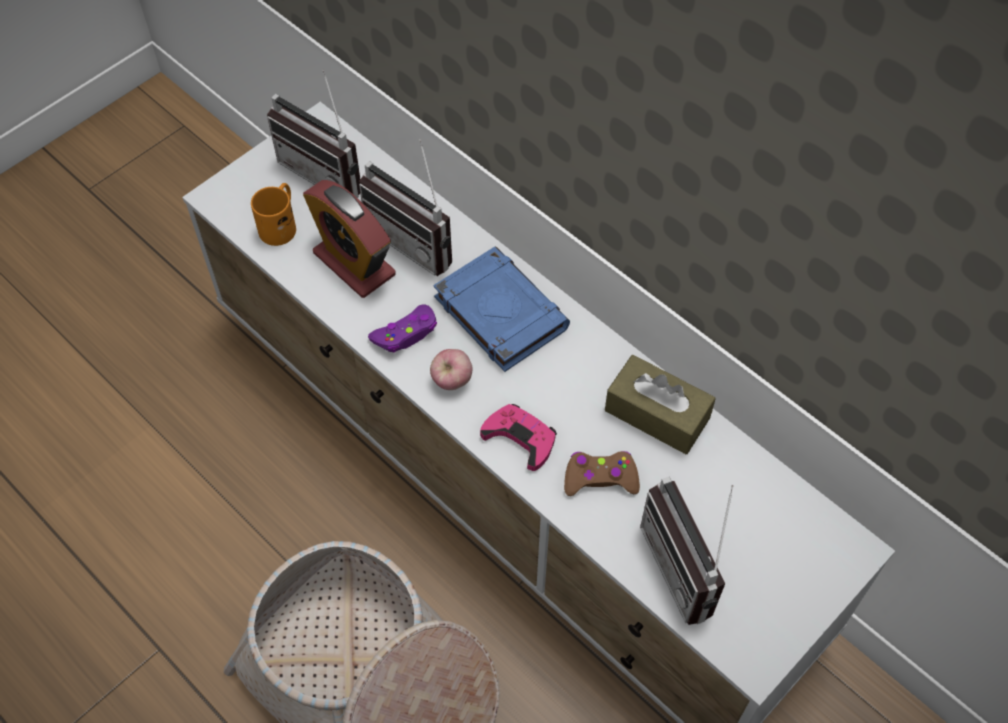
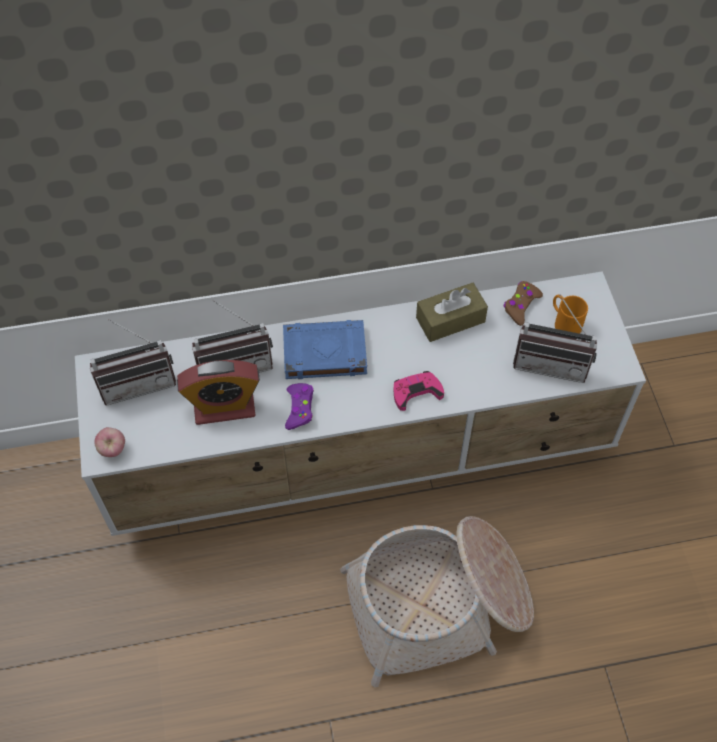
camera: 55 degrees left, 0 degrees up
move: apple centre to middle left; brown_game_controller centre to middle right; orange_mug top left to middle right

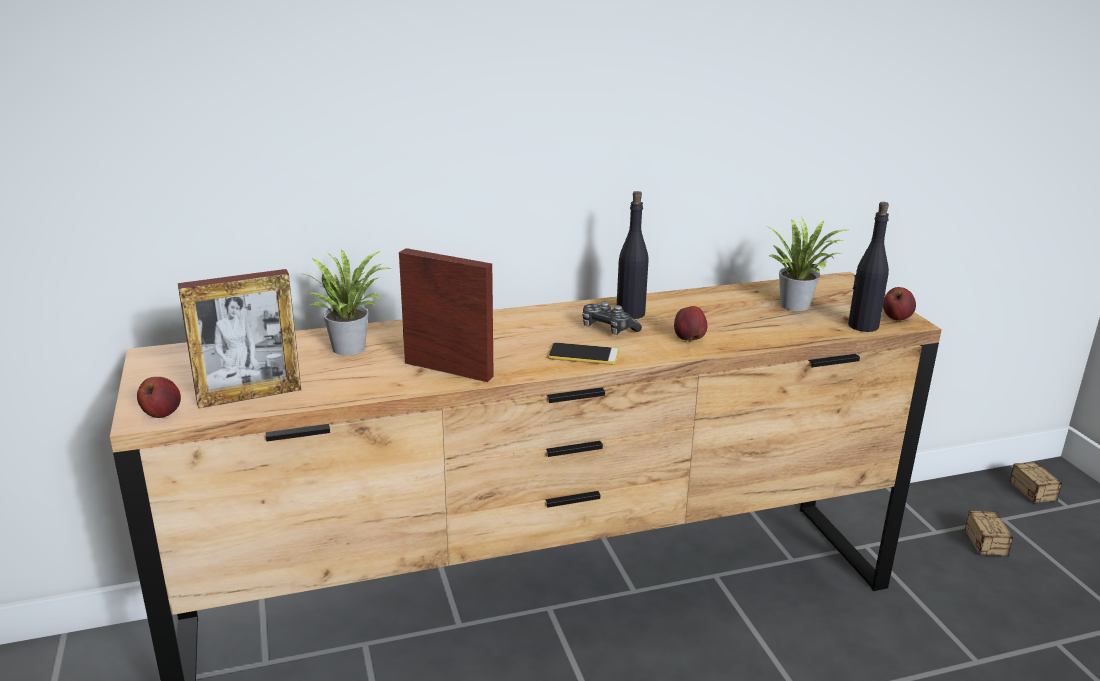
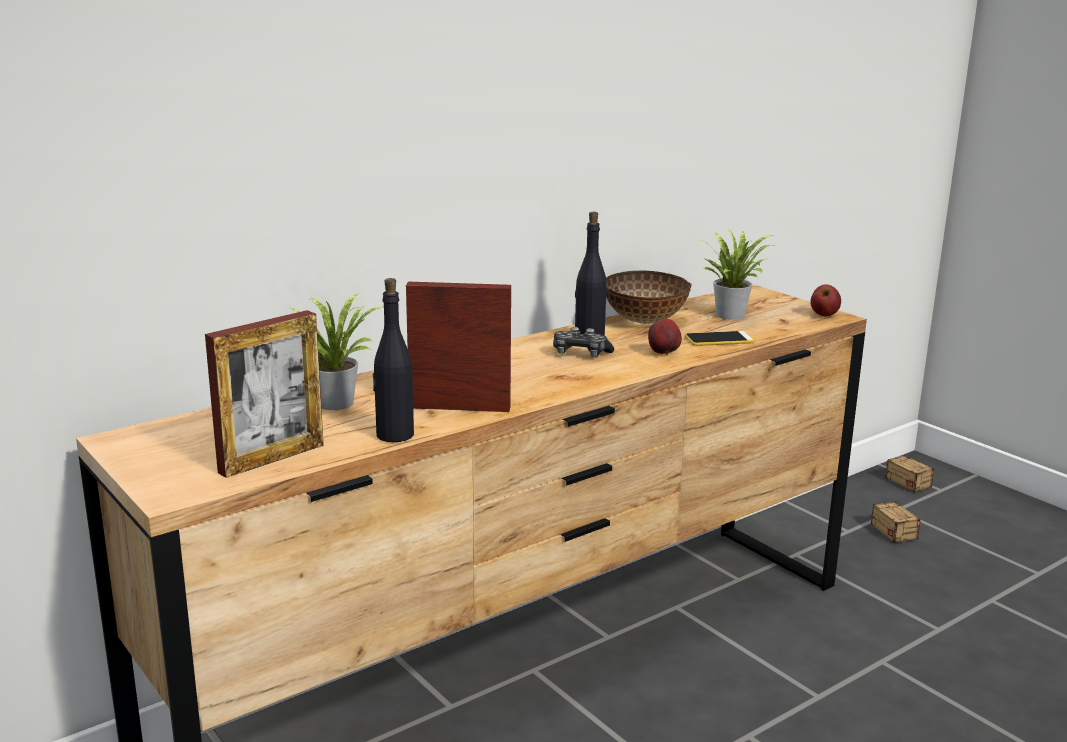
camera: 20 degrees left, 5 degrees down
delete: apple (1st from left) middle left
insert: bowl centre
move: black_bottle (2nd from left in the first image) middle right to black_bottle (1st from left) centre; phone centre to middle right

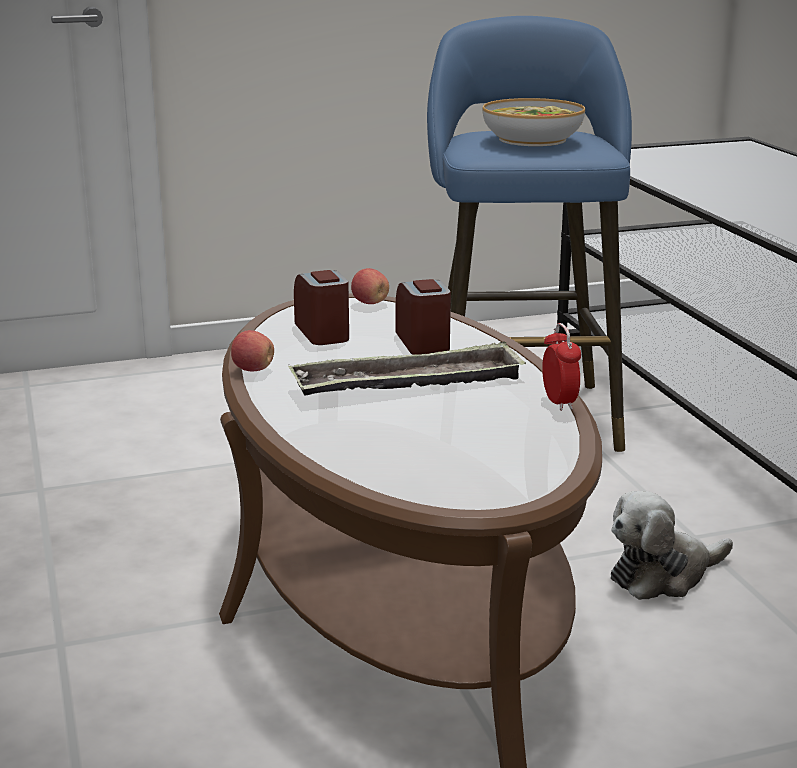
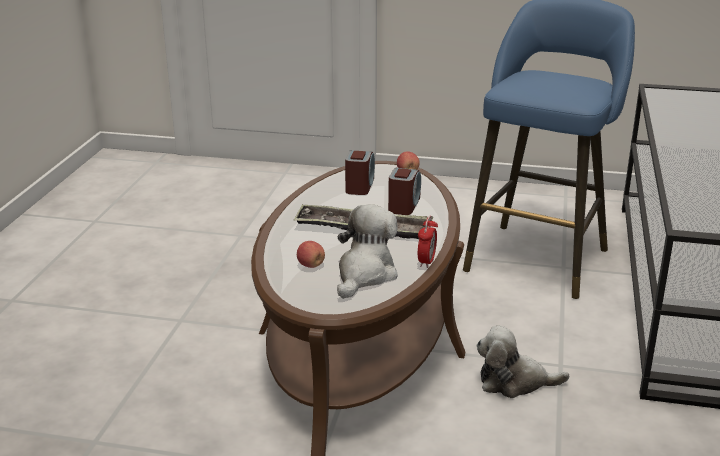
camera: 30 degrees right, 5 degrees up
delete: bowl top right
insert: plush_toy (1st from left) centre
move: apple (1st from left) middle left to centre

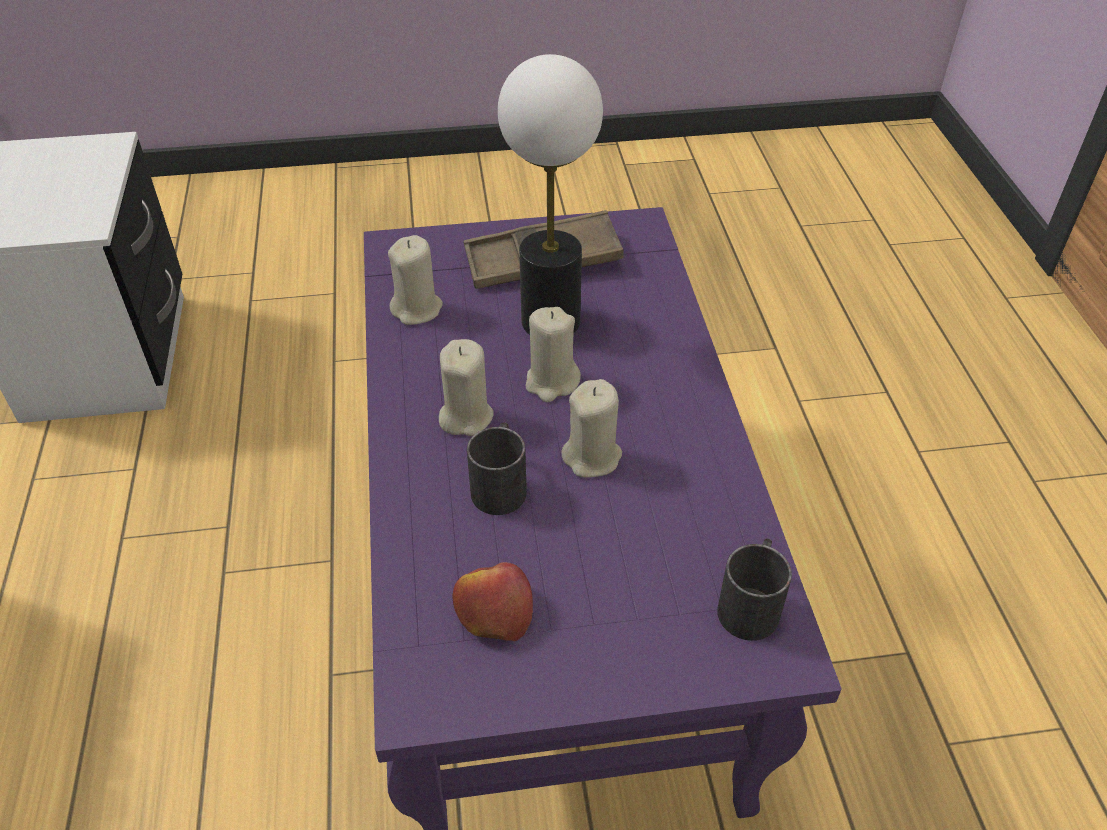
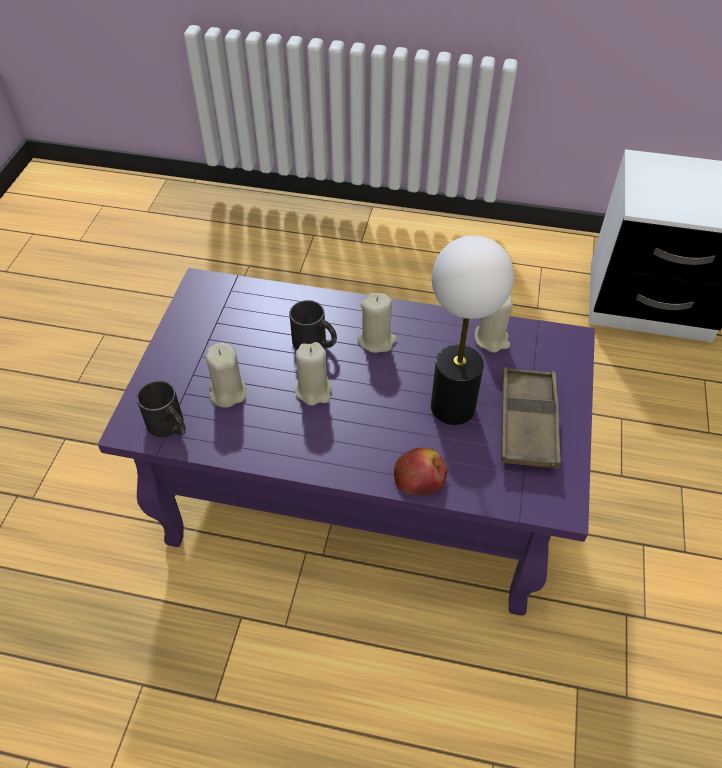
camera: 110 degrees right, 5 degrees up
move: beige_candle (3rd from left in the first image) centre to beige_candle (1st from left) middle left; apple bottom centre to centre

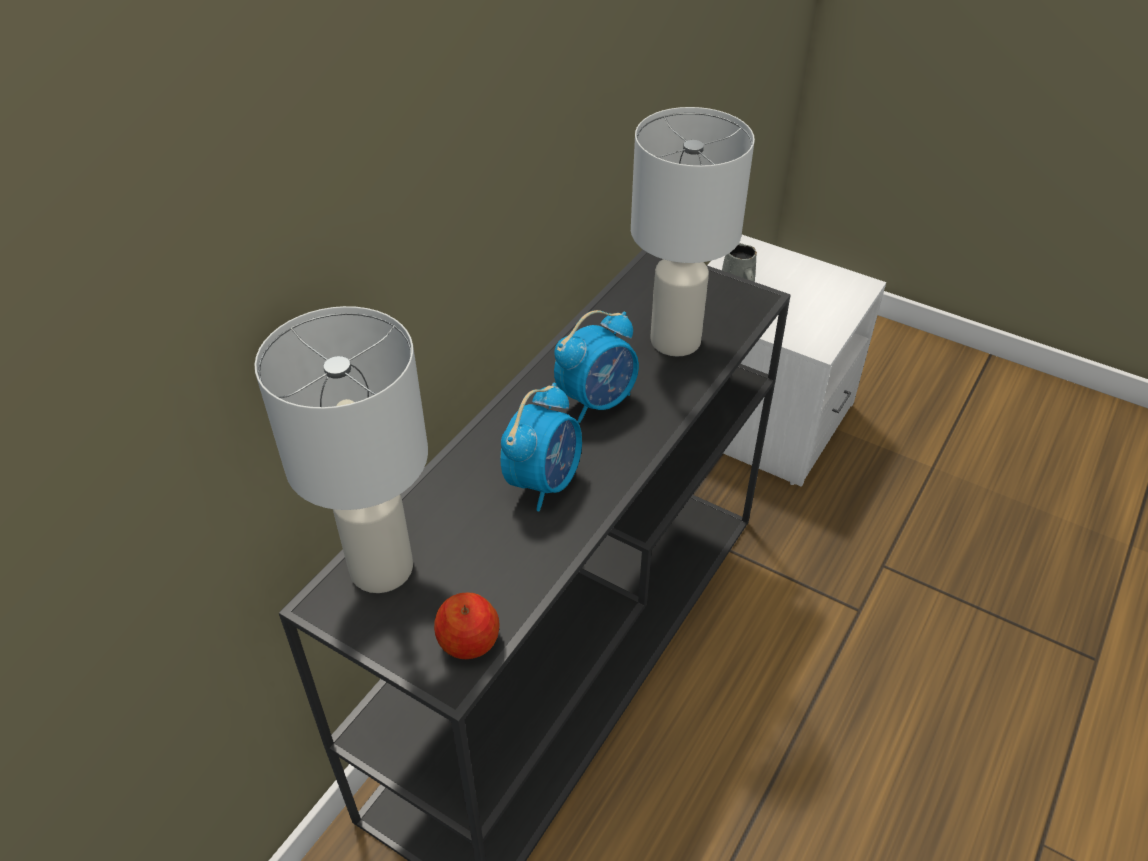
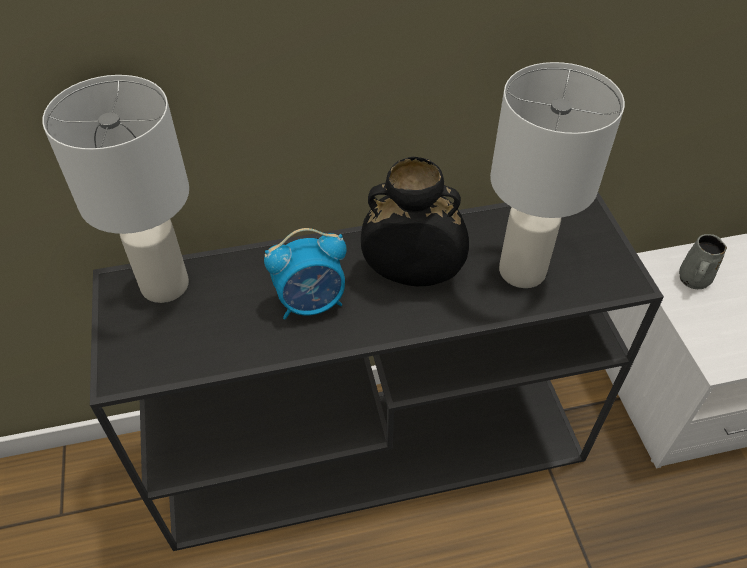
camera: 45 degrees right, 5 degrees up
delete: apple bottom centre
replace: alarm_clock (2nd from left) centre to black_vase centre

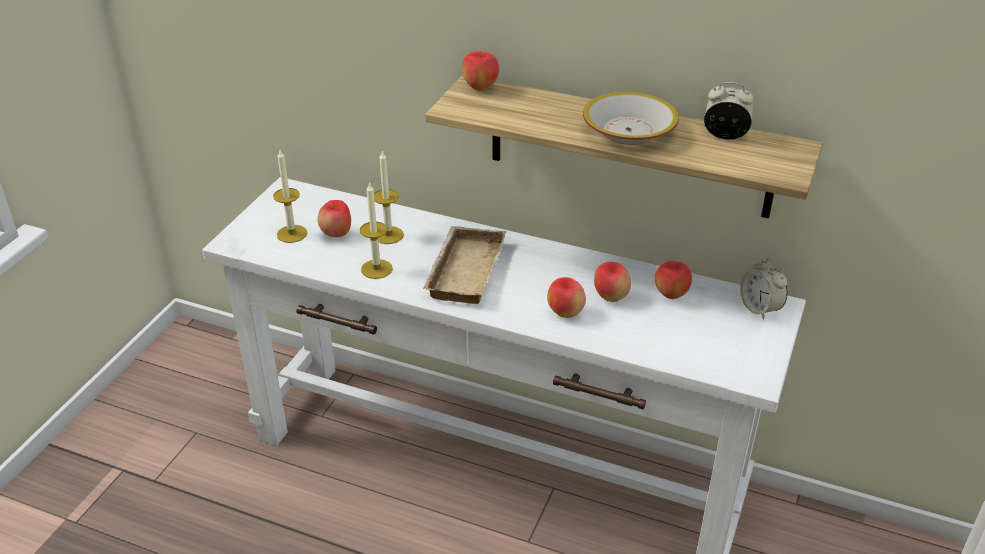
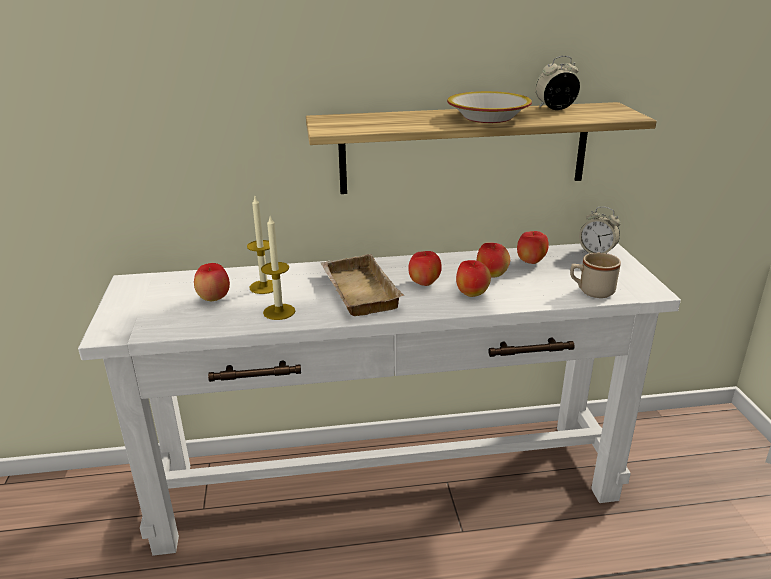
camera: 30 degrees left, 10 degrees down
delete: candle (1st from left) middle left
insert: beige_mug middle right
move: apple (2nd from left) top centre to centre

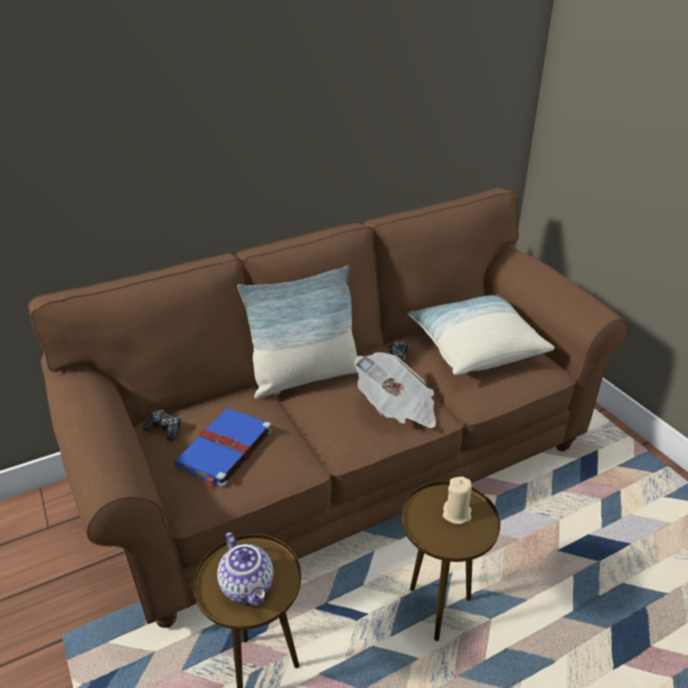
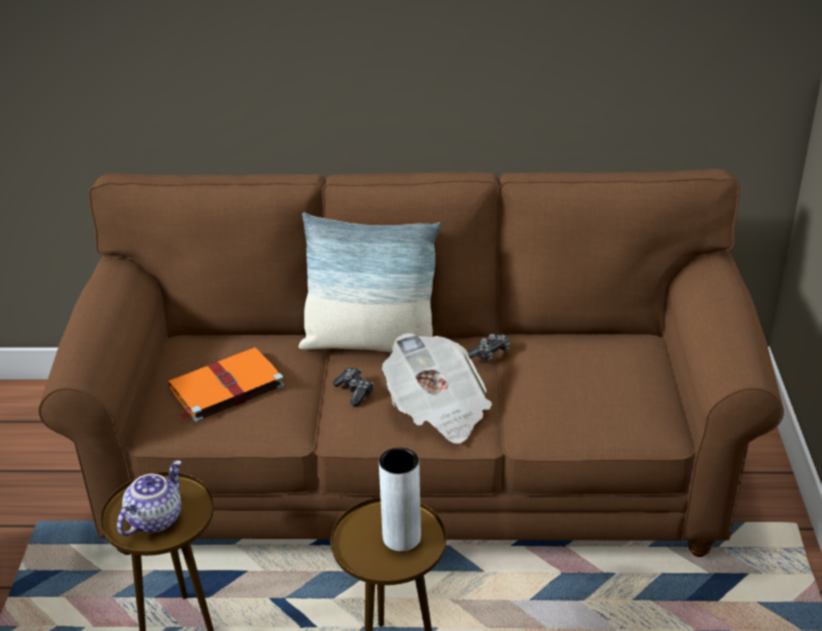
camera: 30 degrees right, 0 degrees up
delete: pillow (2nd from left) middle right
move: game_controller (1st from left) middle left to centre
replace: beige_candle bottom centre to grey_vase bottom centre
recolor: blue_book middle left to orange_book middle left
rotate: teapot bottom centre = bottom left 150 degrees counterclockwise

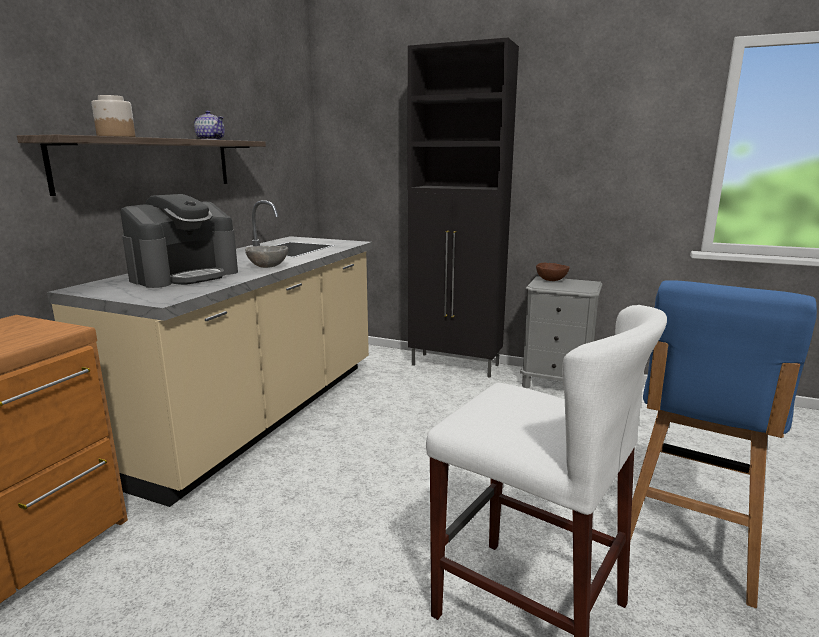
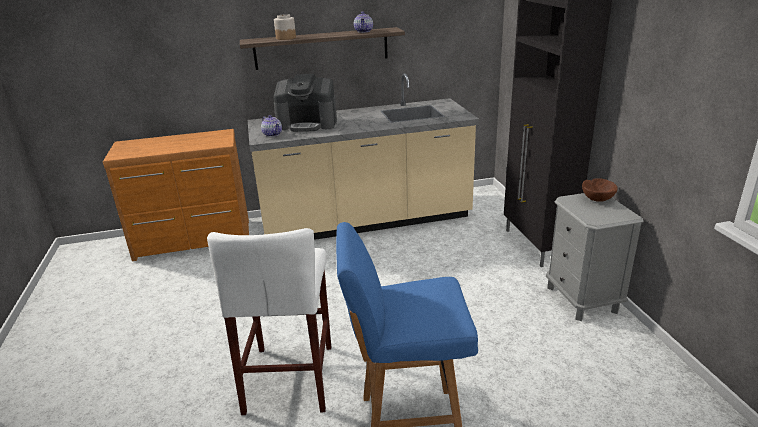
camera: 55 degrees right, 10 degrees up
delete: grey_bowl middle left
insert: teapot (1st from left) top centre

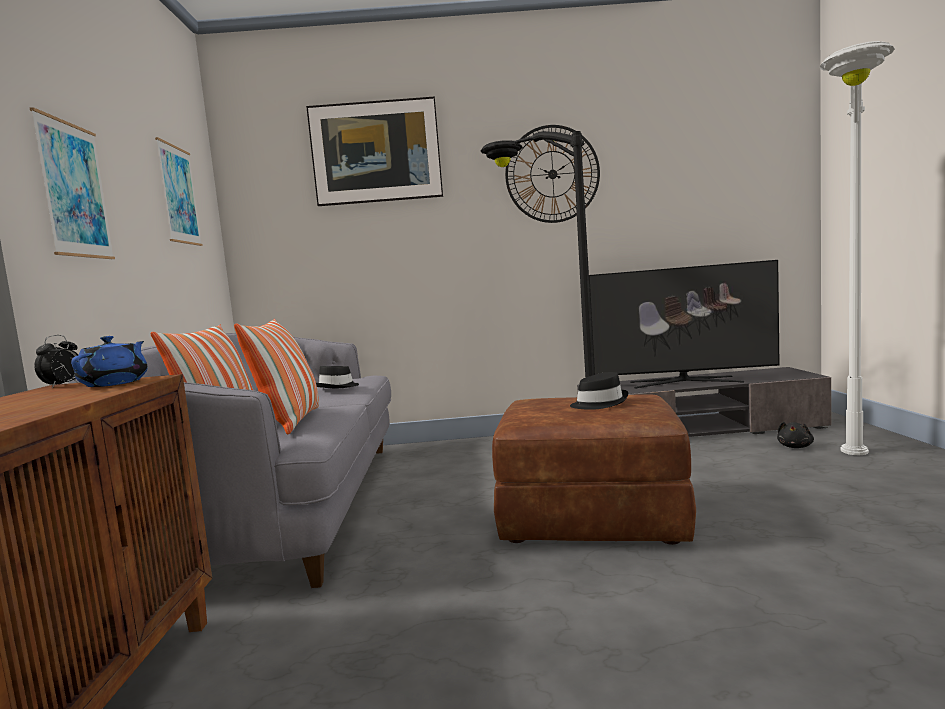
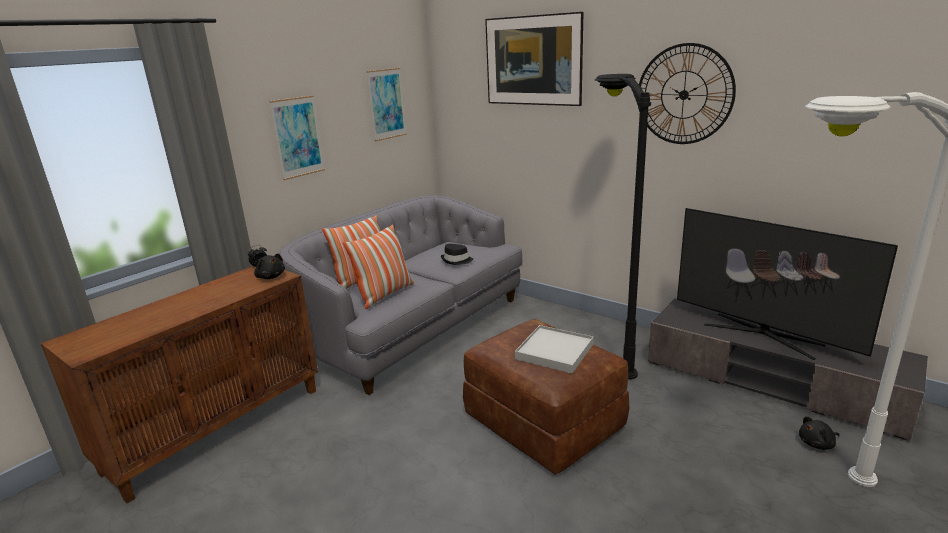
camera: 40 degrees right, 15 degrees up
replace: blue_teapot middle left to black_plush_toy (1st from left) middle left; black_hat (2nd from left) centre to white_tray centre

